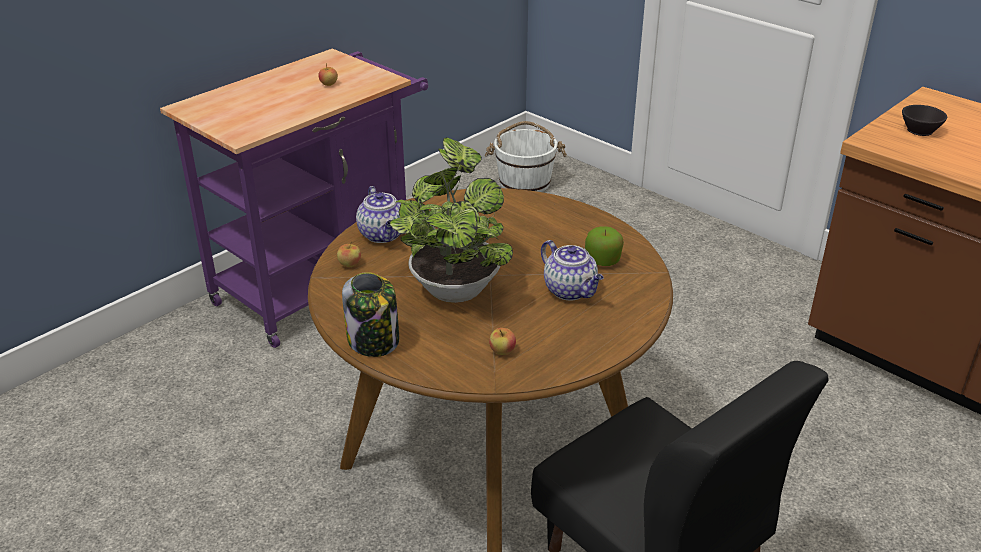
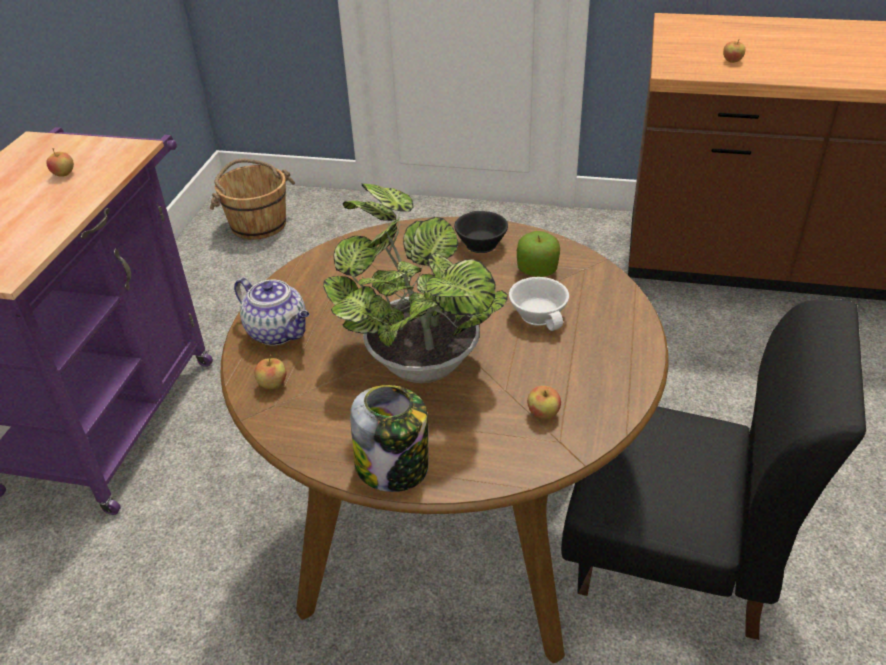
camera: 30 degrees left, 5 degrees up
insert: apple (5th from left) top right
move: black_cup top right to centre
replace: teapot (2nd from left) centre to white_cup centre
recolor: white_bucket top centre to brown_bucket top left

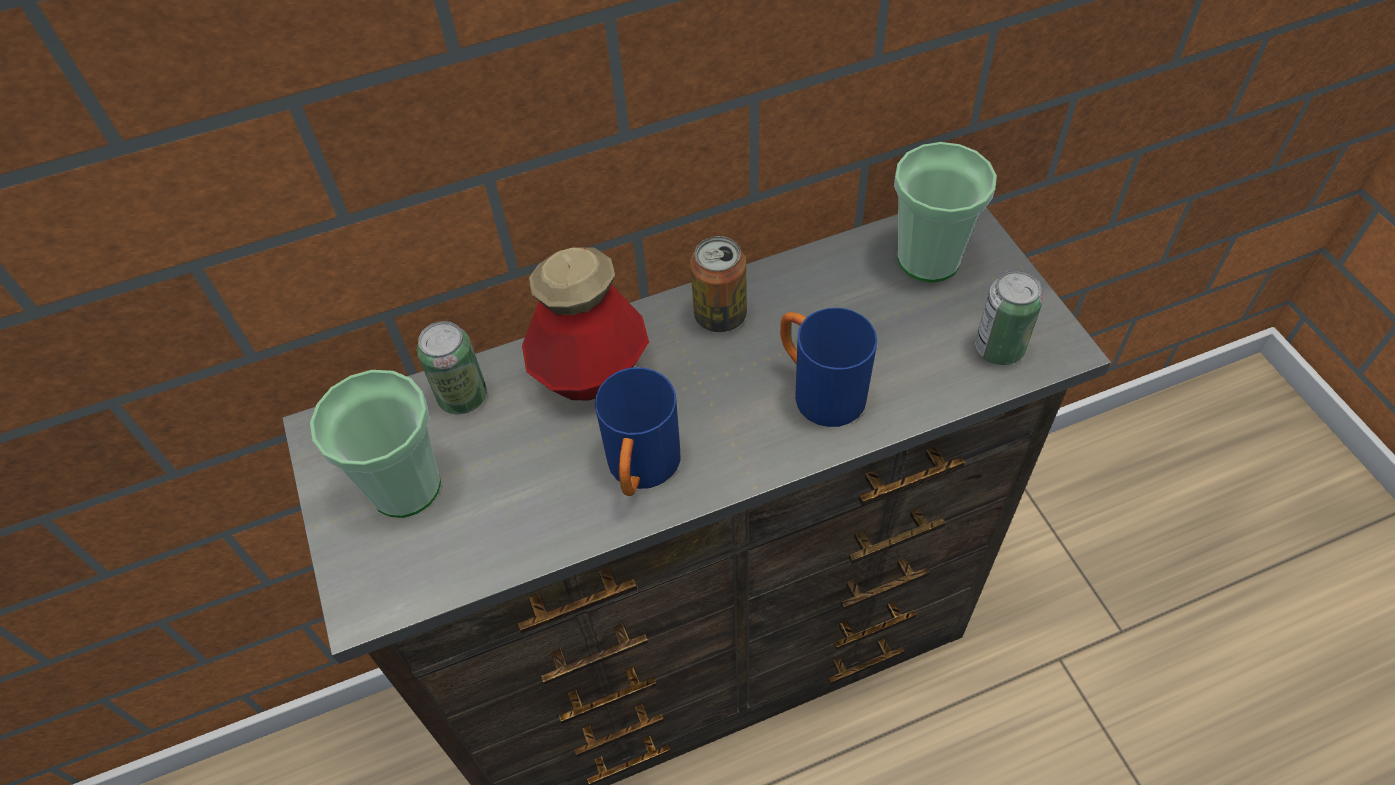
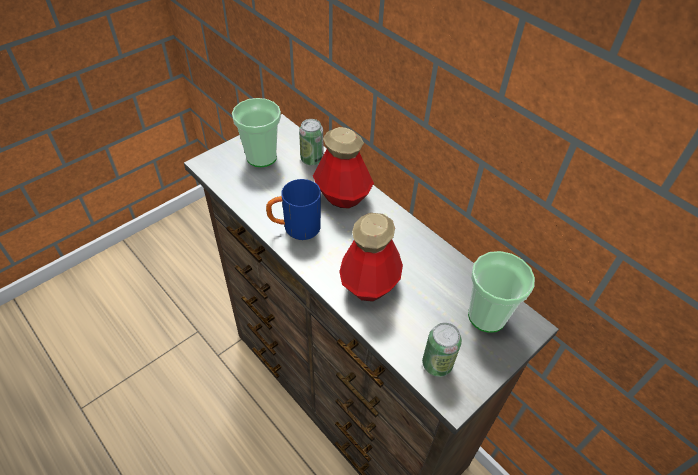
camera: 65 degrees right, 5 degrees down
delete: can (2nd from left) centre
replace: blue_mug (2nd from left) centre to bottle (2nd from left) centre

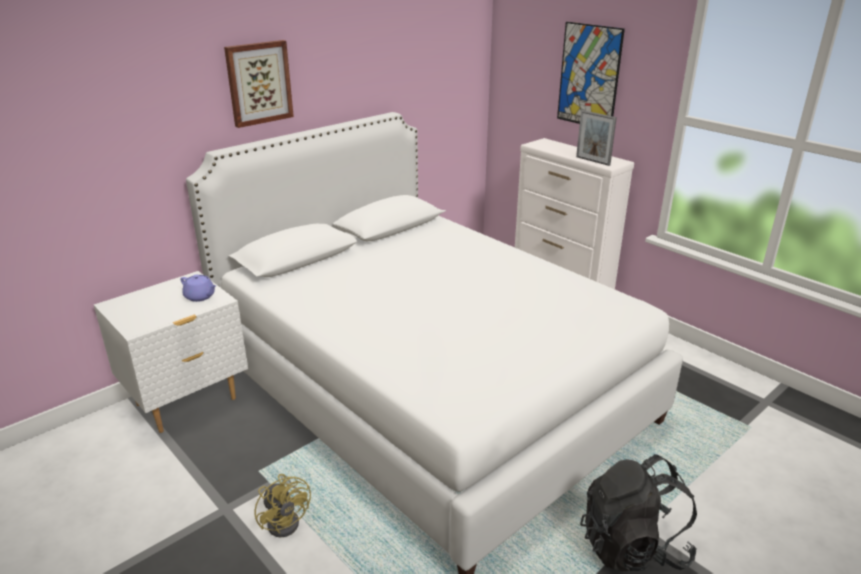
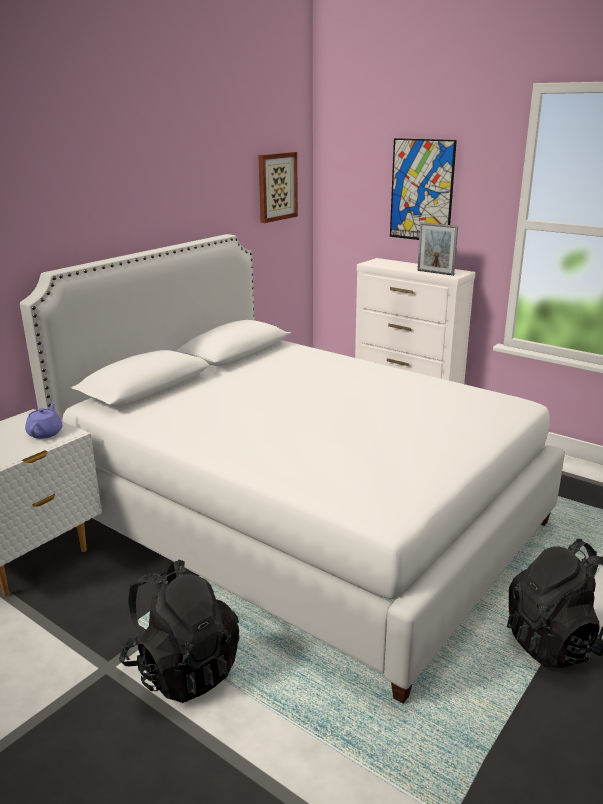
camera: 10 degrees left, 5 degrees down
move: picture (1st from left) top left to top centre
replace: yellow_fan bottom left to black_backpack (1st from left) bottom left
rotate: purple_teapot middle left = middle left 105 degrees counterclockwise

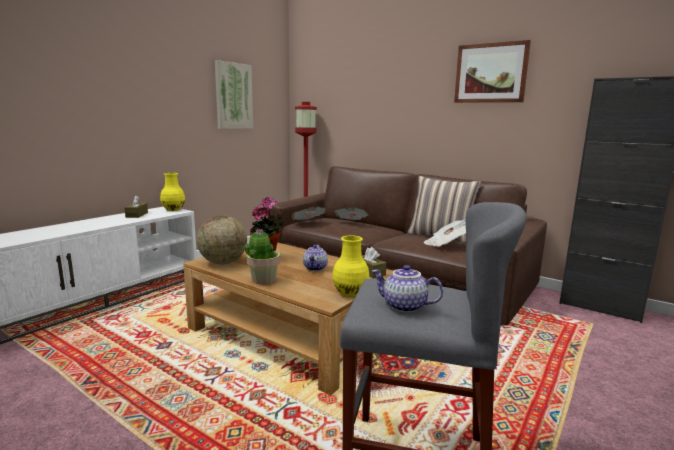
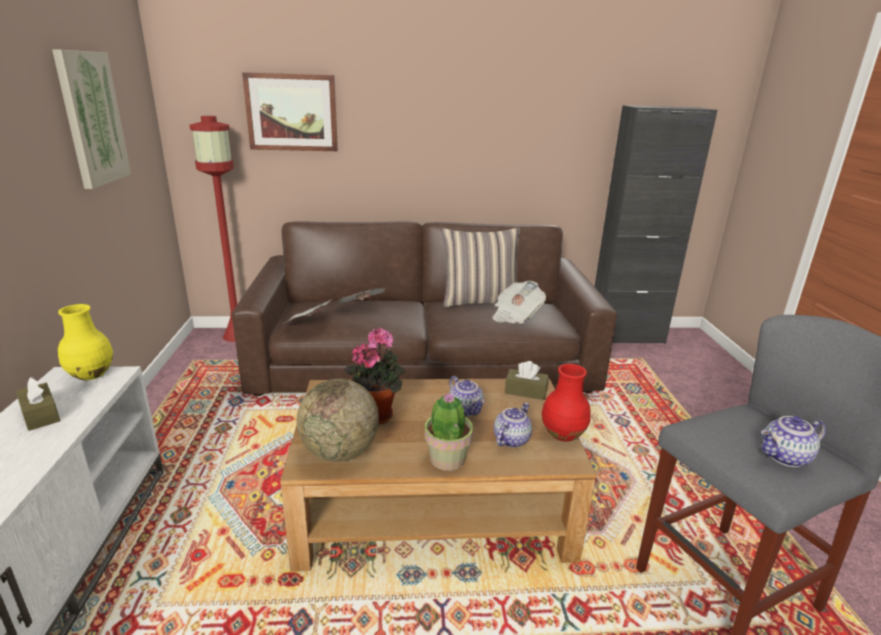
camera: 40 degrees left, 10 degrees up
insert: teapot (2nd from left) bottom centre
move: picture (2nd from left) top right to top left
recolor: yellow_vase (2nd from left) centre to red_vase centre

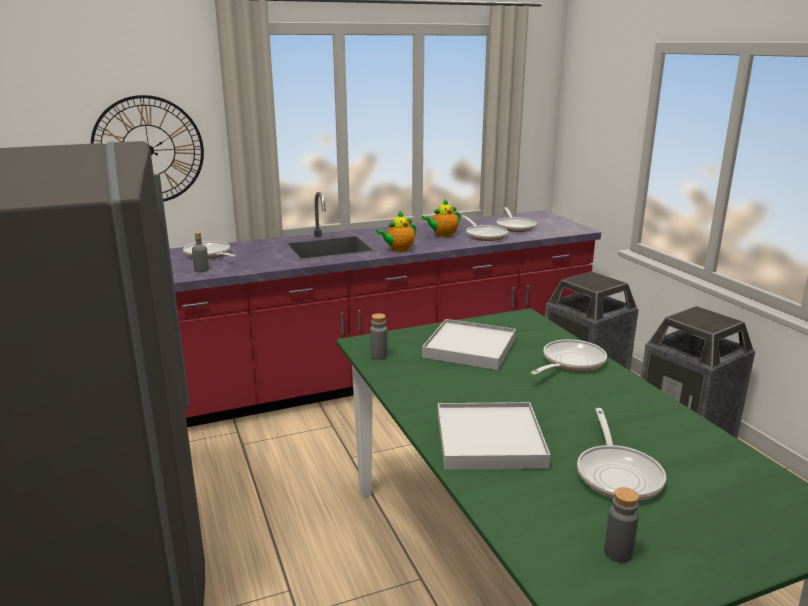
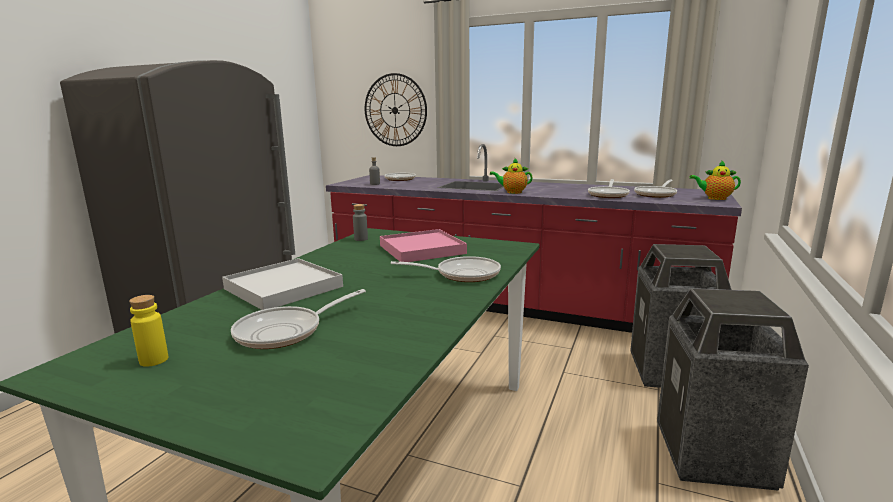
camera: 45 degrees right, 5 degrees down
move: teapot (2nd from left) centre to middle right
recolor: grey_bottle (3rd from left) bottom right to yellow_bottle middle left; white_tray (1st from left) centre to pink_tray centre

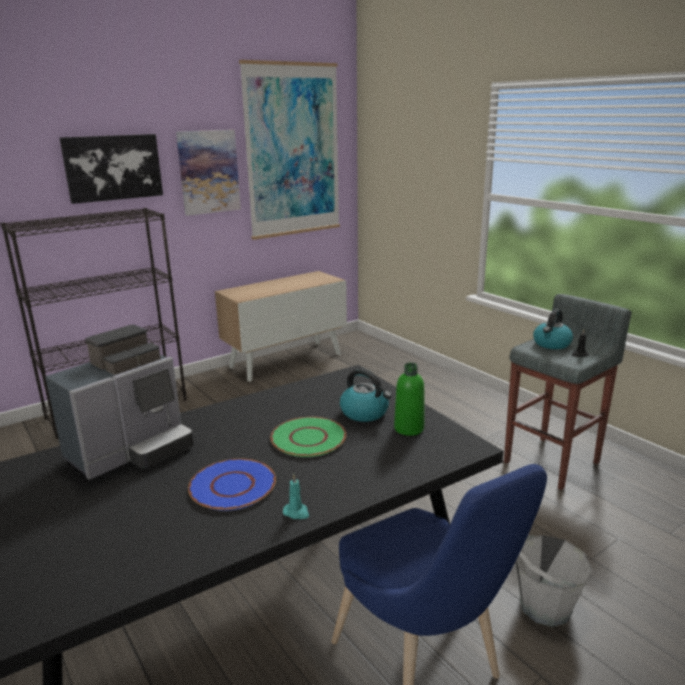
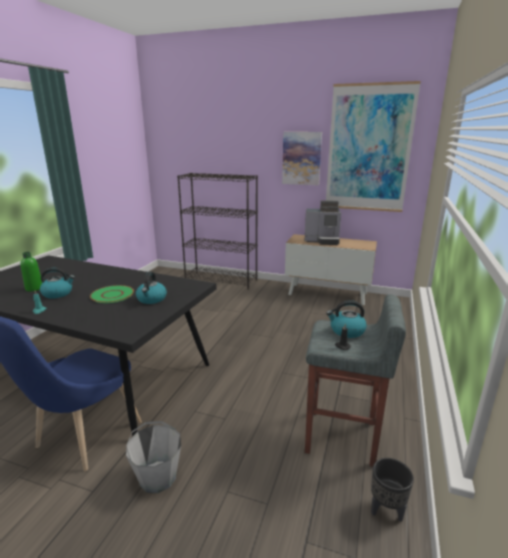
camera: 55 degrees right, 0 degrees up
delete: picture (1st from left) top left
insert: black_planter bottom right
move: green_bottle centre to middle left; coffee_machine middle left to centre
replace: blue_plate bottom centre to kettle (1st from left) middle left

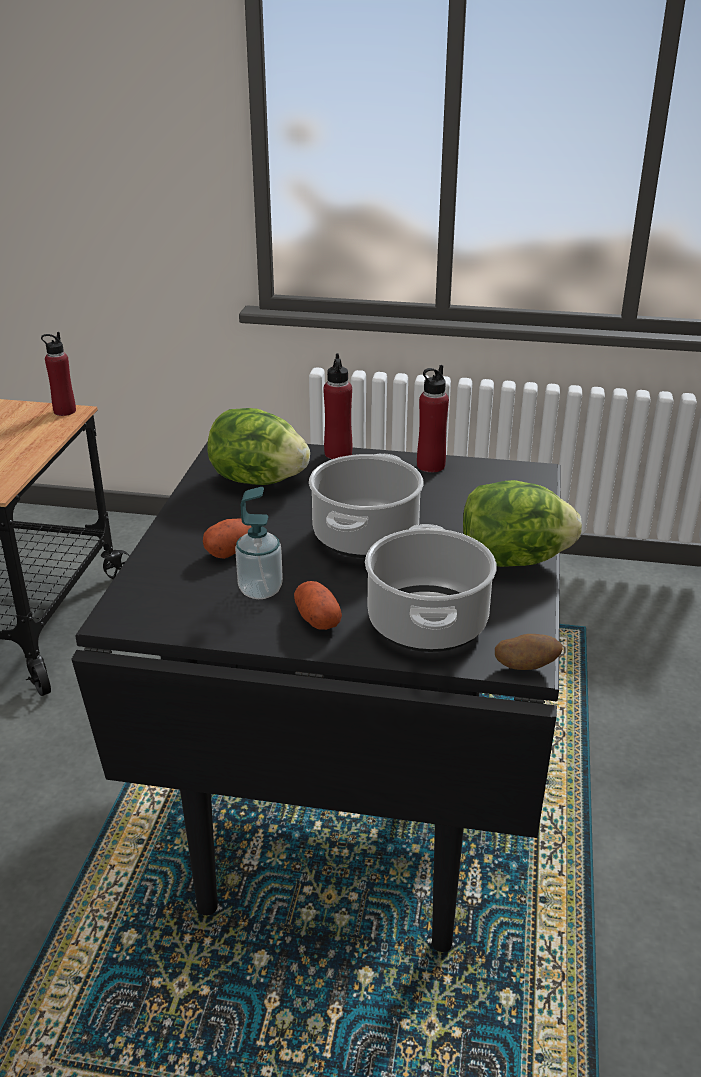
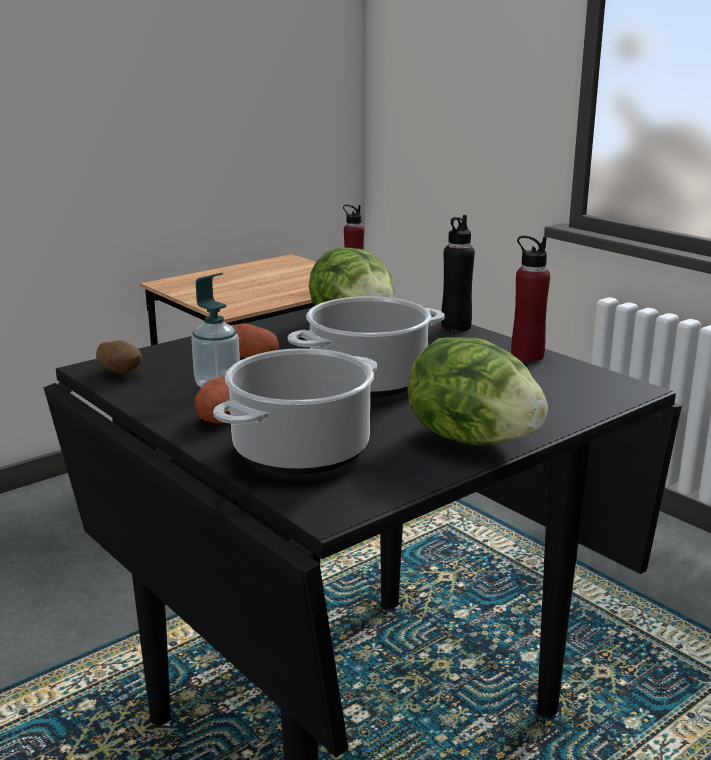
camera: 40 degrees right, 10 degrees down
move: potato (3rd from left in the first image) middle right to potato (1st from left) middle left
recolor: red_bottle (2nd from left) centre to black_bottle centre

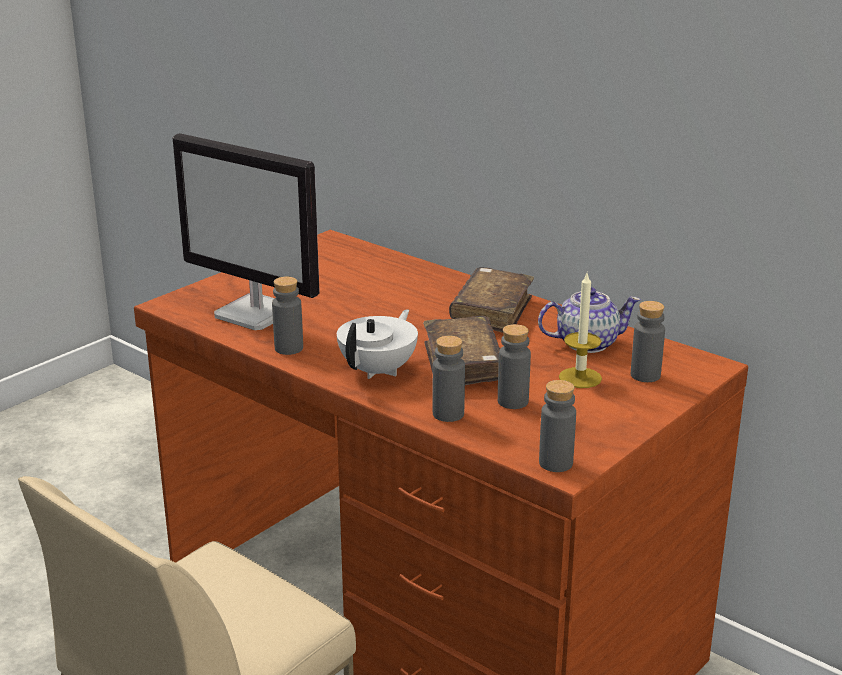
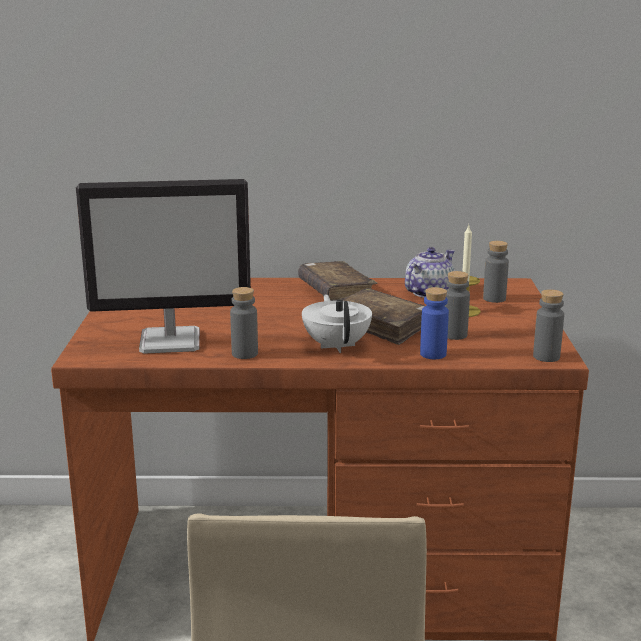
camera: 40 degrees left, 5 degrees down
recolor: grey_bottle (2nd from left) centre to blue_bottle middle right

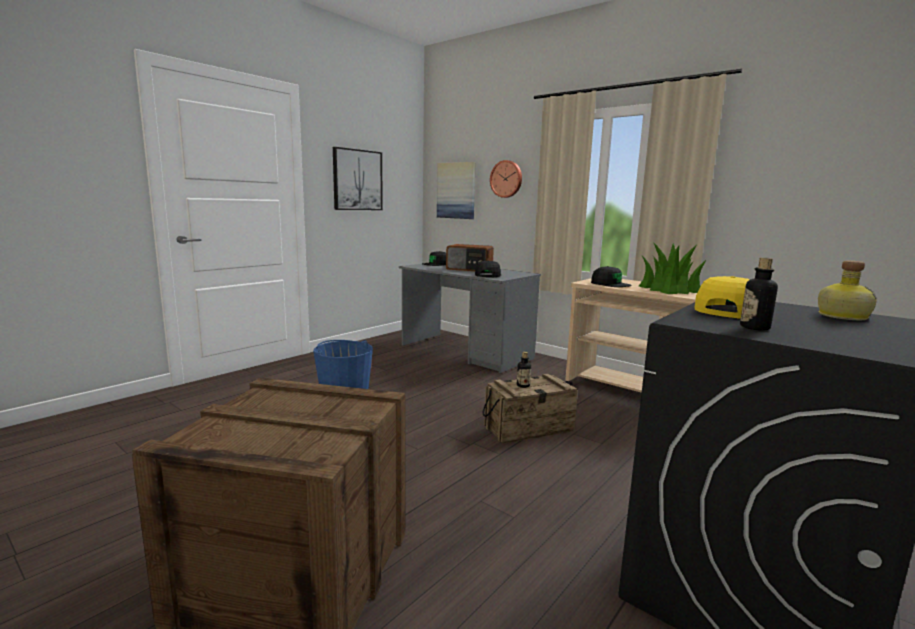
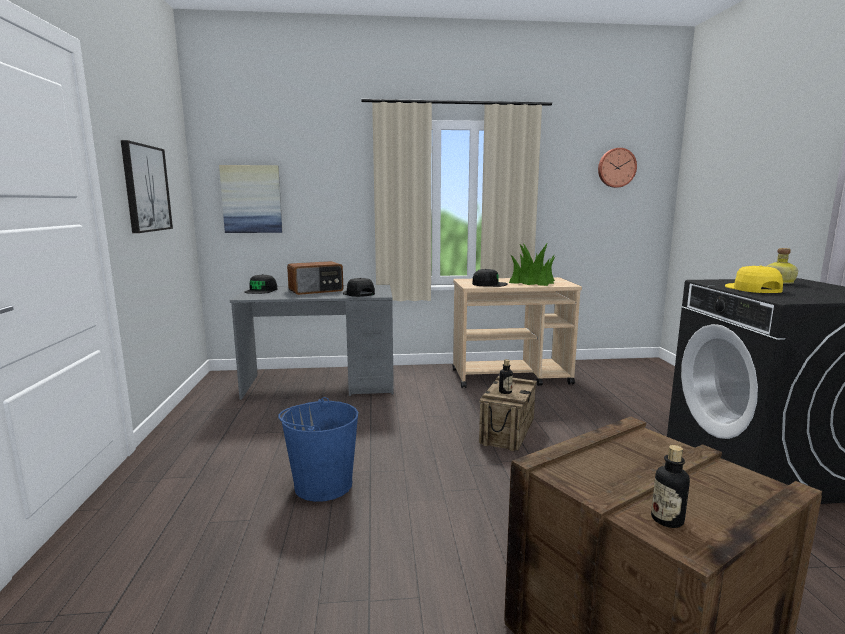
camera: 45 degrees left, 0 degrees up
move: wall_clock top centre to top right; bottle (2nd from left) middle right to bottom right

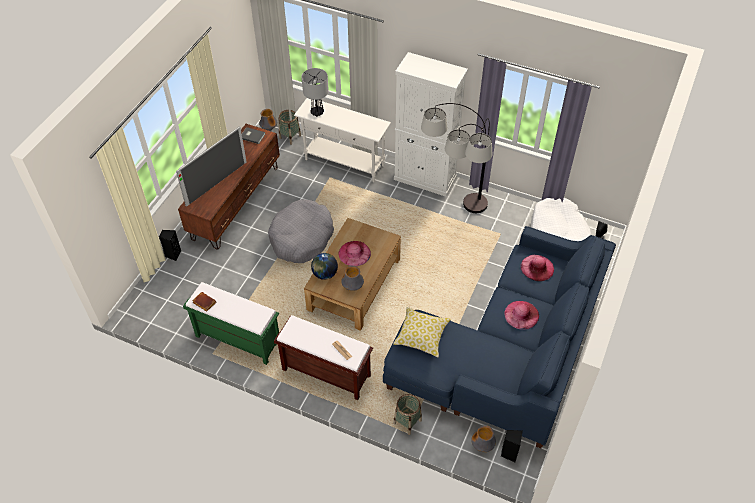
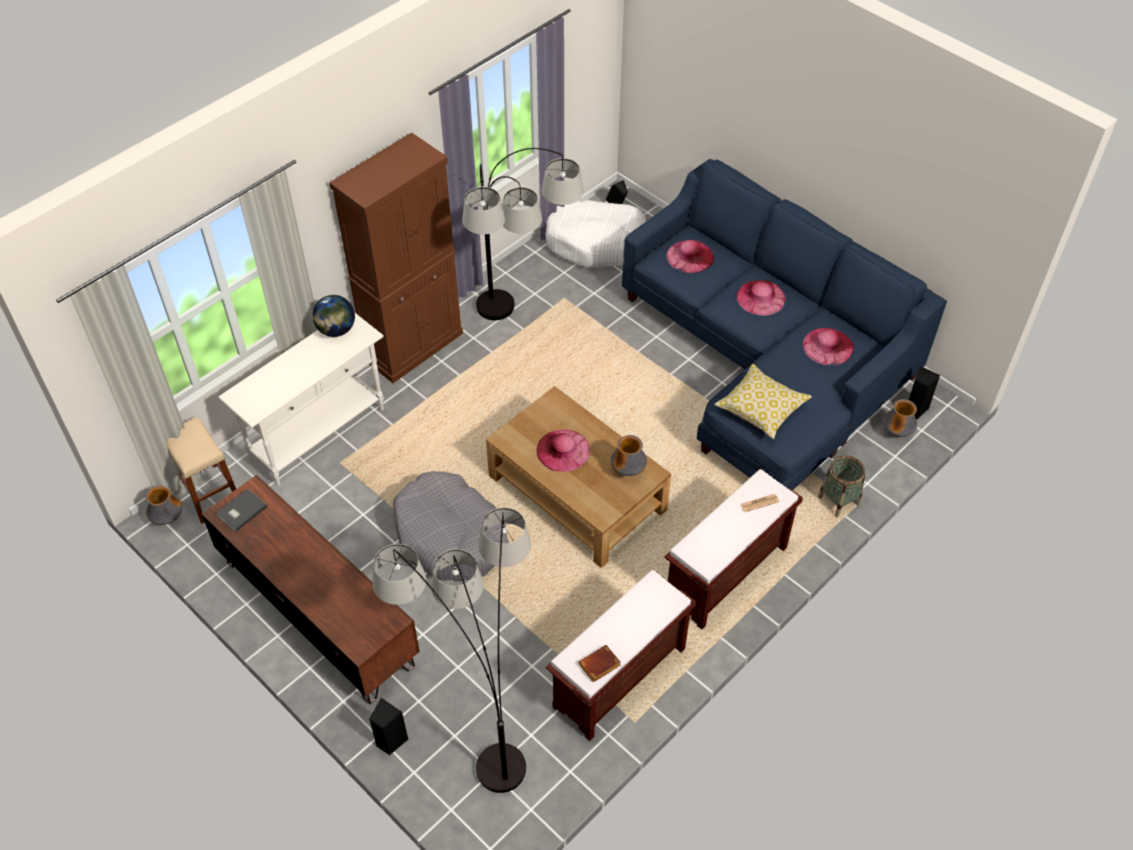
camera: 70 degrees left, 0 degrees up
delete: television top left; table_lamp top centre
insert: floor_lamp (1st from left) bottom centre; pink_hat (4th from left) middle right
move: globe centre to middle left
replace: basket (1st from left) top centre to beige_stool middle left
recolor: white_cabinet top centre to brown_cabinet top centre; green_bench middle left to brown_bench (1st from left) bottom centre

